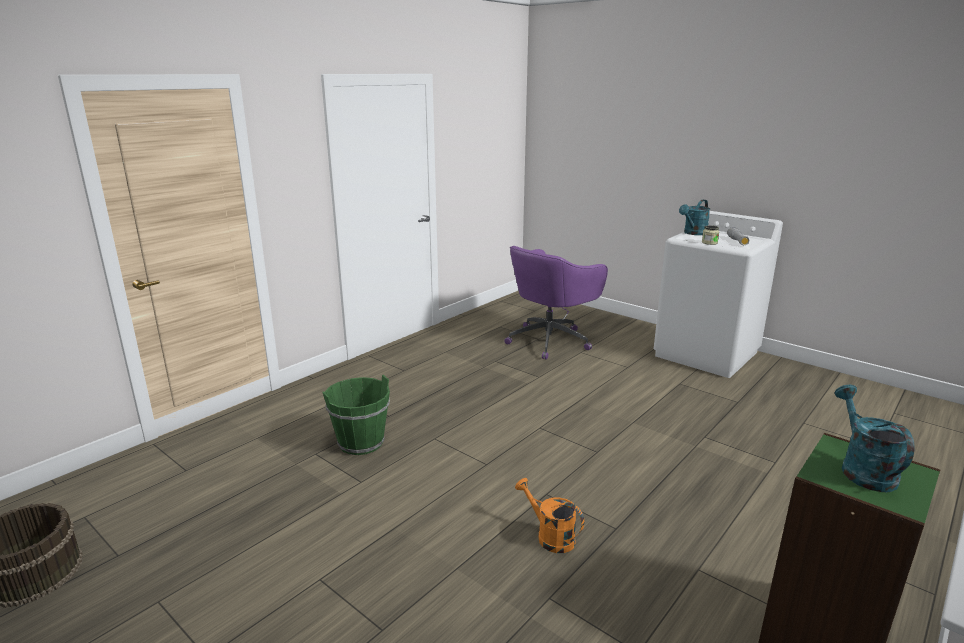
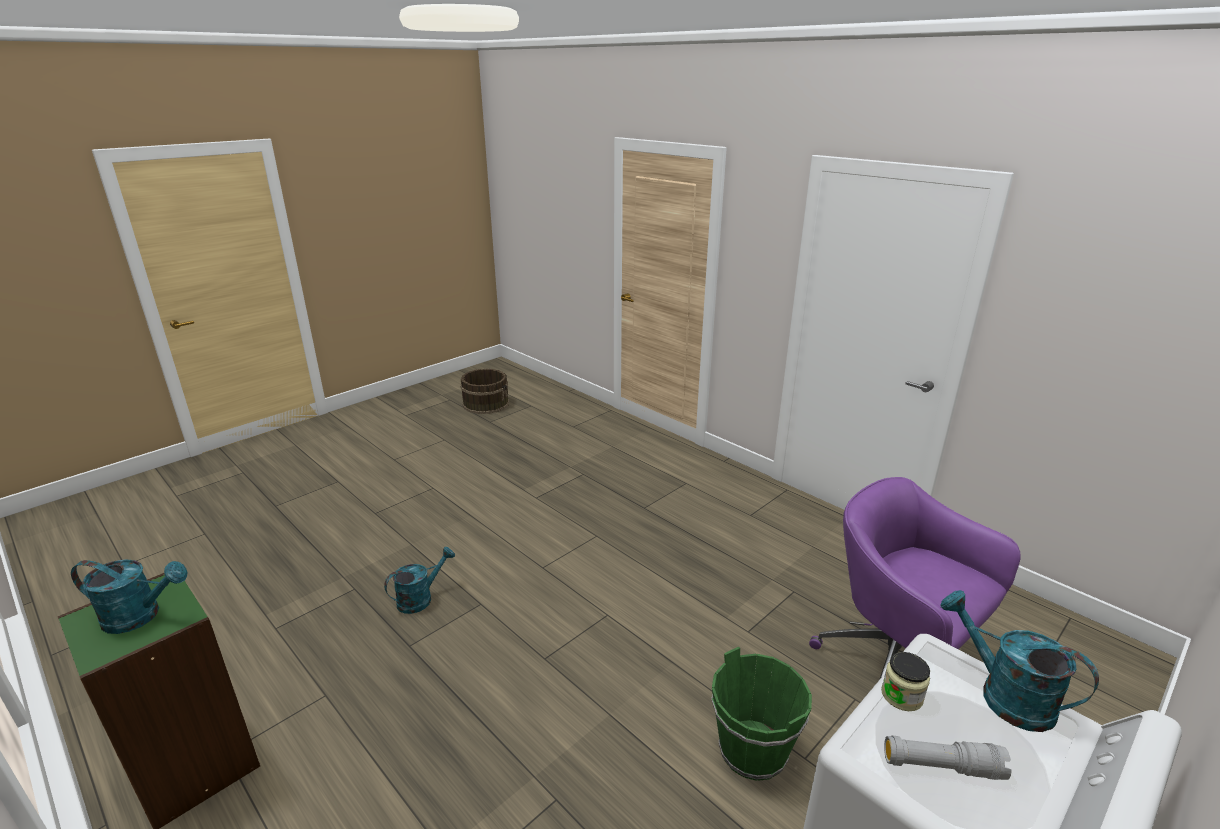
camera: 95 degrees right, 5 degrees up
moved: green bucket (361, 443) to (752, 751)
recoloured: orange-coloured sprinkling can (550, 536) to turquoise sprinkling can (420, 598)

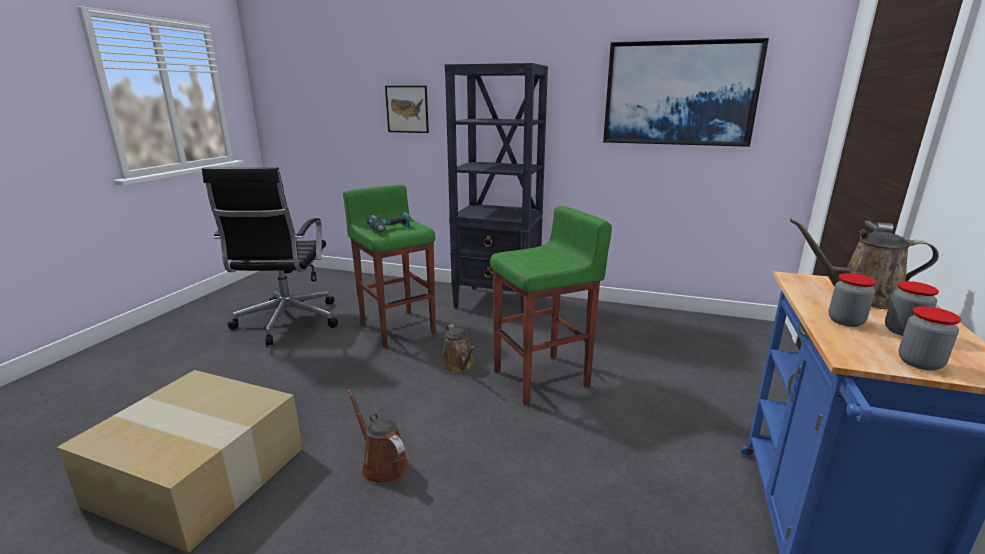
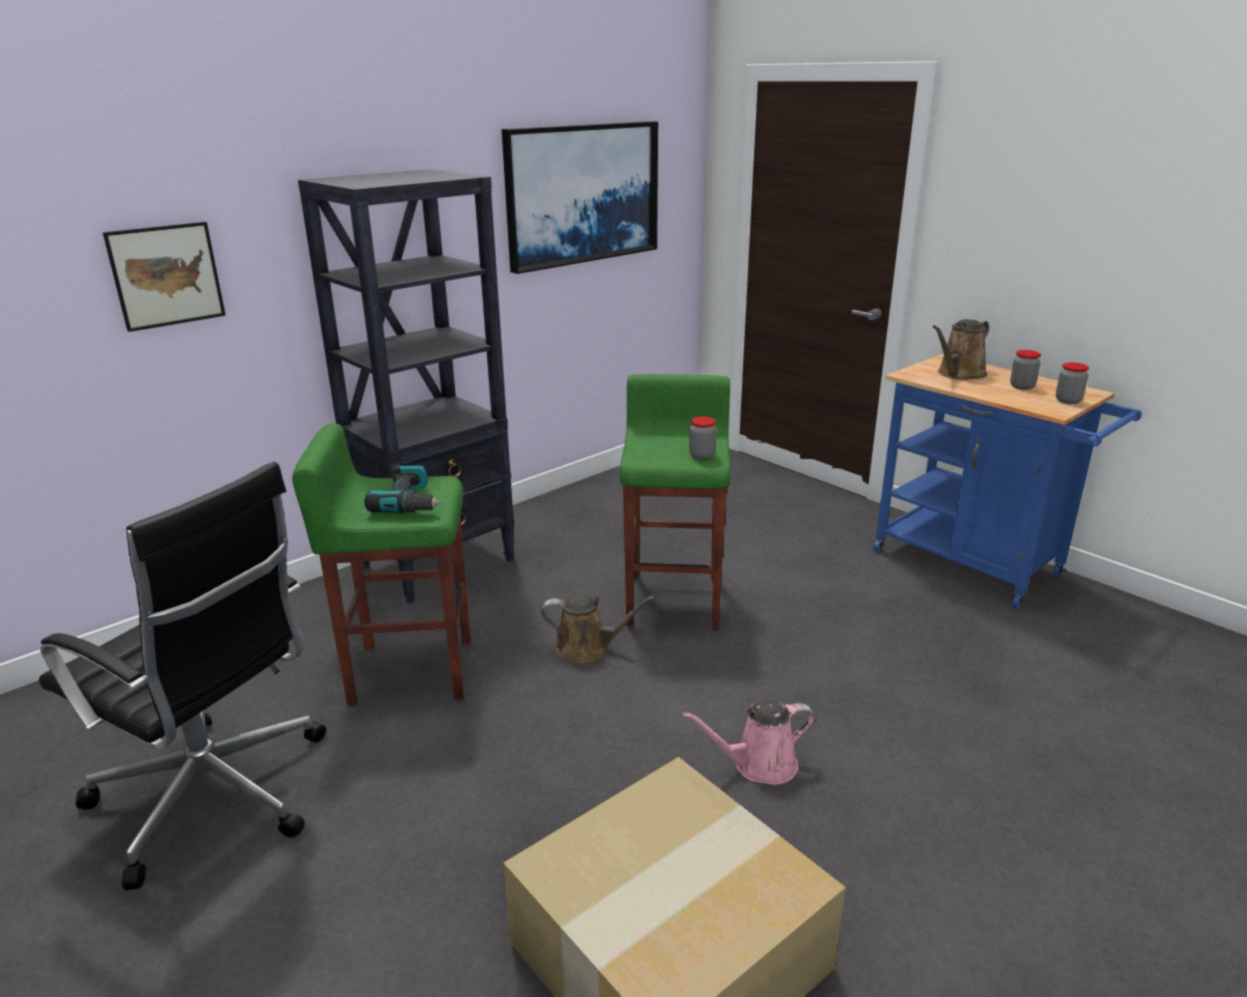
camera: 60 degrees left, 5 degrees up
moved: storage jar (845, 321) to (702, 456)
recoloured: brownish sprinkling can (382, 465) to pink sprinkling can (759, 765)

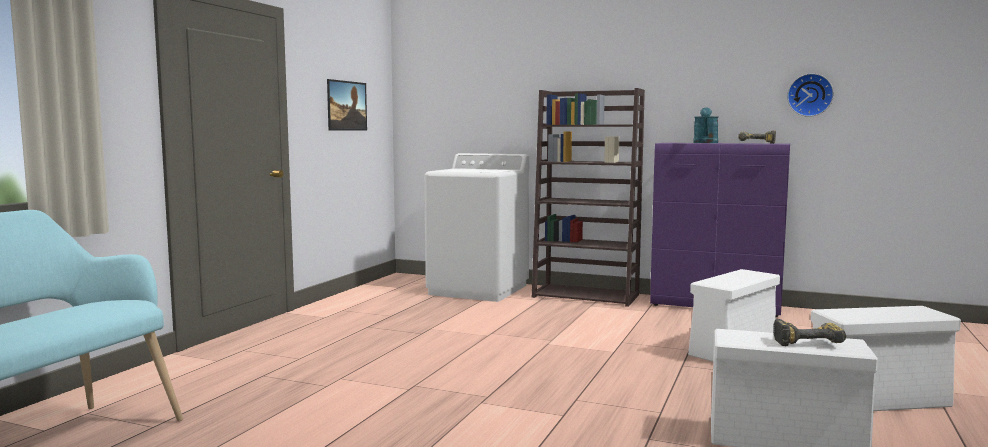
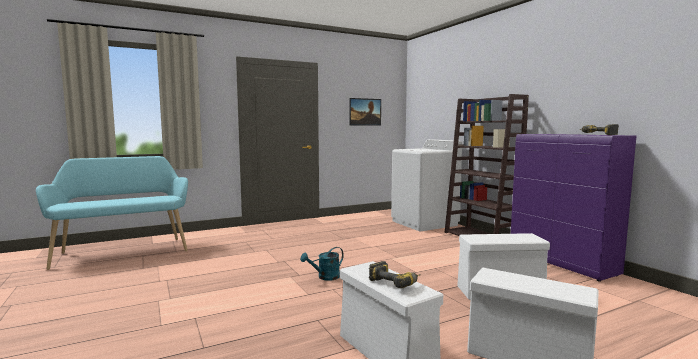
camera: 40 degrees right, 0 degrees up
removed: clock on the wall (810, 95)
moved: turquoise sprinkling can (705, 143) to (325, 277)

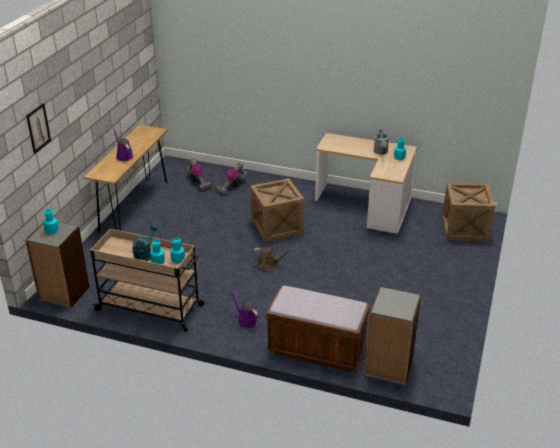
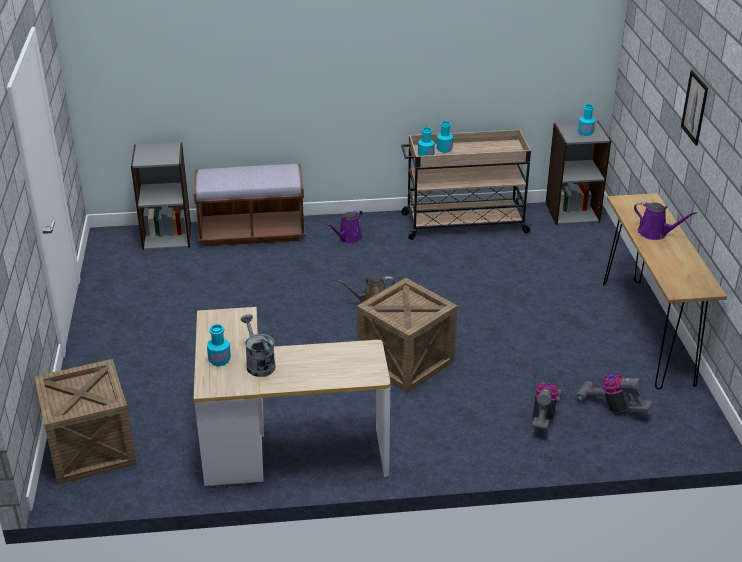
camera: 155 degrees right, 0 degrees up
removed: turquoise sprinkling can (144, 255)
moved: wall art (38, 128) to (694, 107)
turned: purple-coloured sprinkling can (246, 320) = (348, 238) 105 degrees clockwise

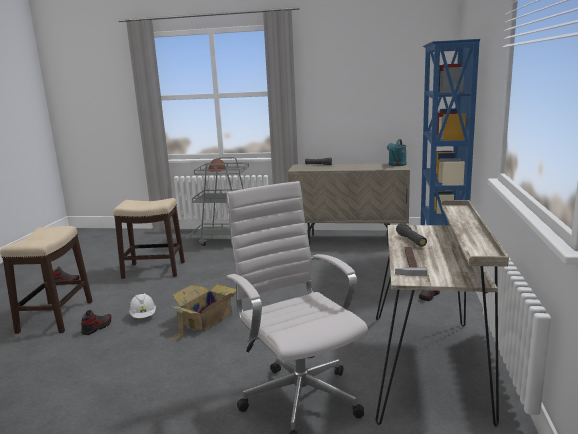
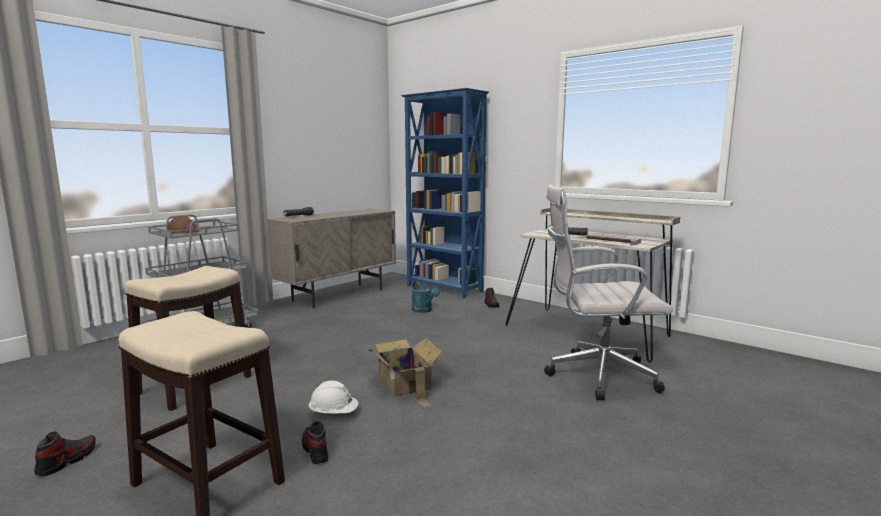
camera: 60 degrees left, 5 degrees down
moved: turquoise sprinkling can (396, 165) to (424, 310)

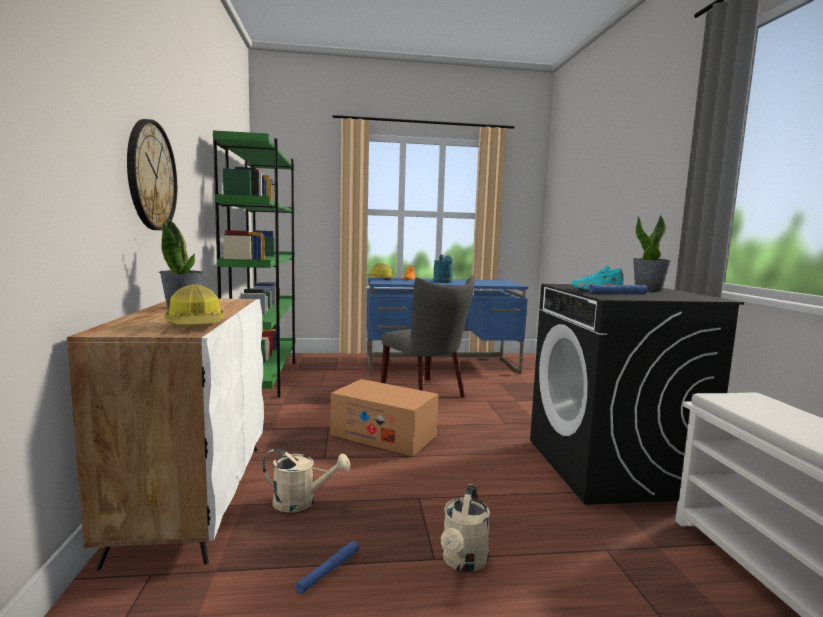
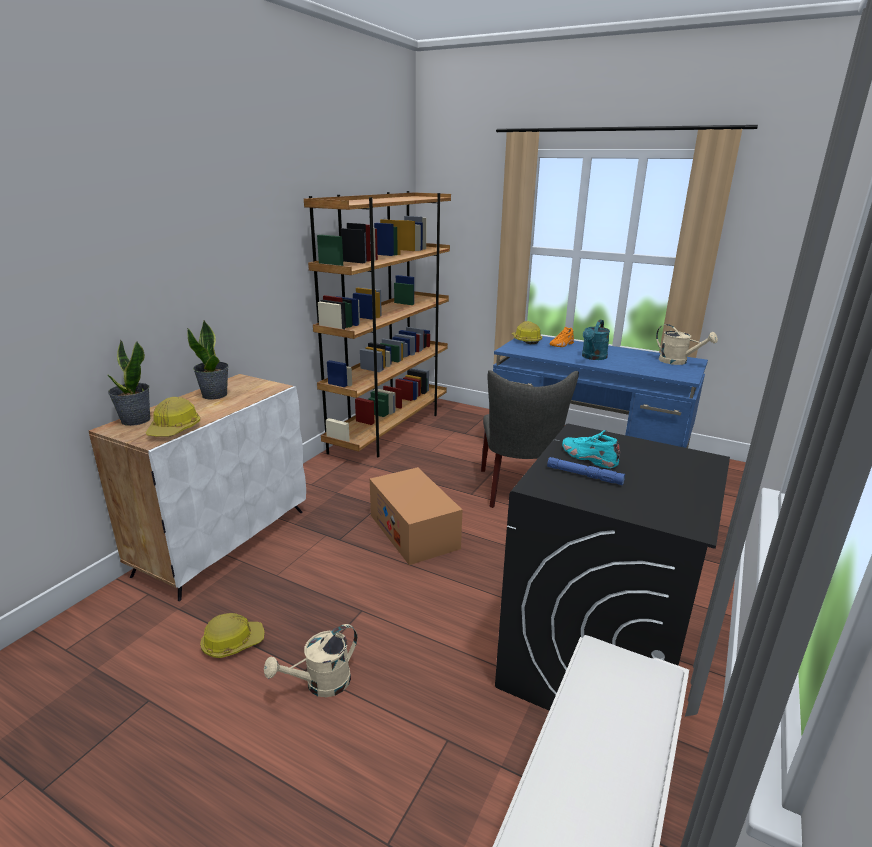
camera: 35 degrees right, 15 degrees up
removed: clock on the wall (151, 176)
moved: beige sprinkling can (301, 502) to (678, 362); houseplant (648, 290) to (135, 420)
replaced: bluish hand torch (328, 571) to hard hat (232, 643)
recoloured: green shelving unit (264, 378) to brownish shelving unit (390, 429)

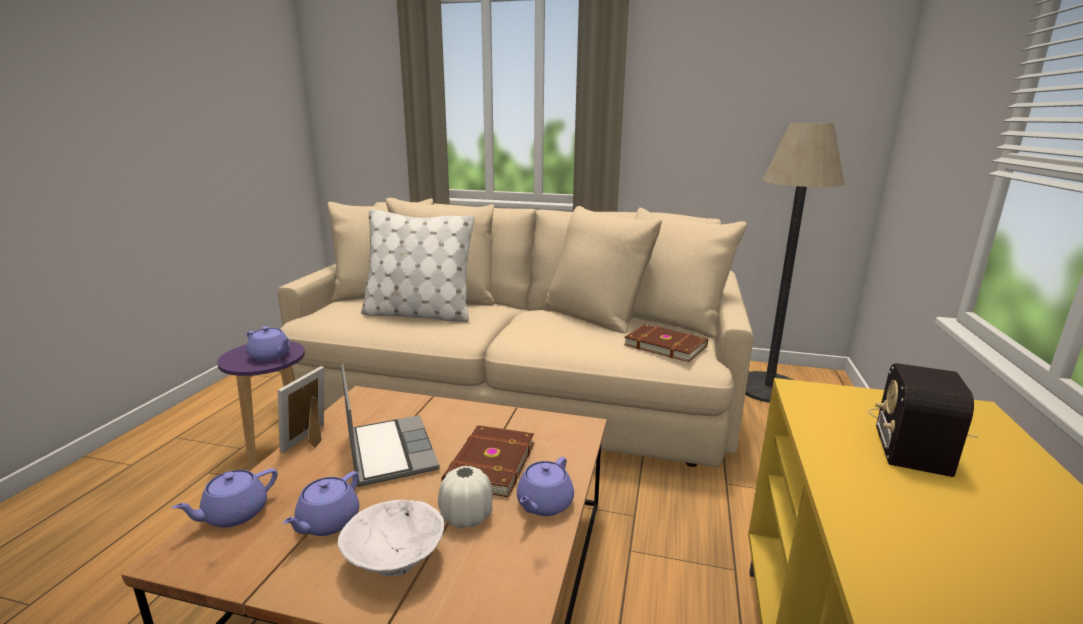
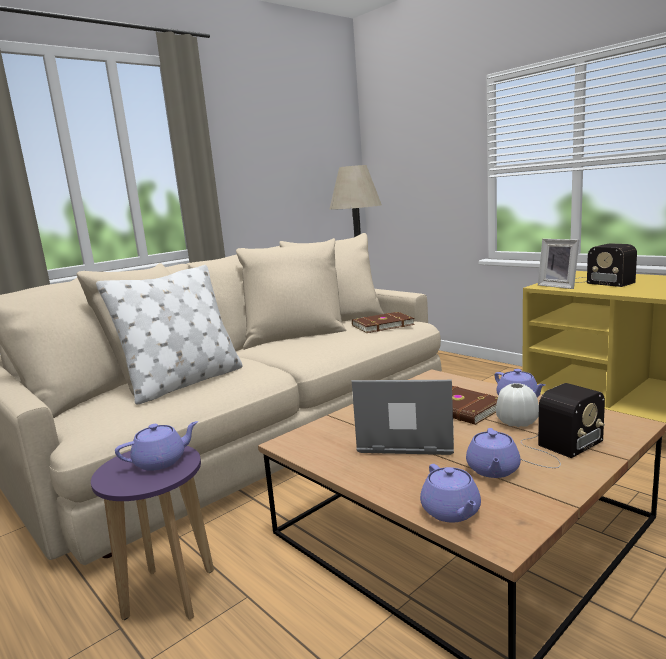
camera: 55 degrees left, 5 degrees down
moved: photo frame (311, 440) to (559, 286)
replaced: white-coloured bowl (396, 560) to radio (554, 448)
turned: purple-coloured pot for tea (327, 522) = (493, 470) 45 degrees clockwise

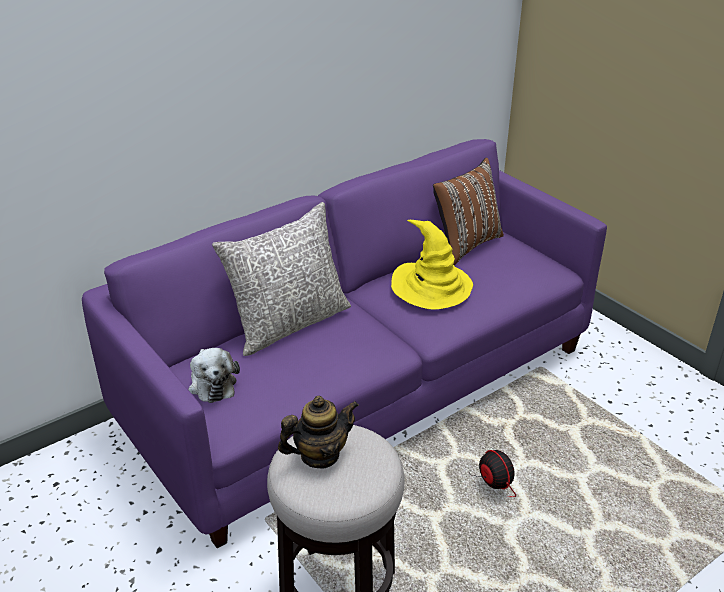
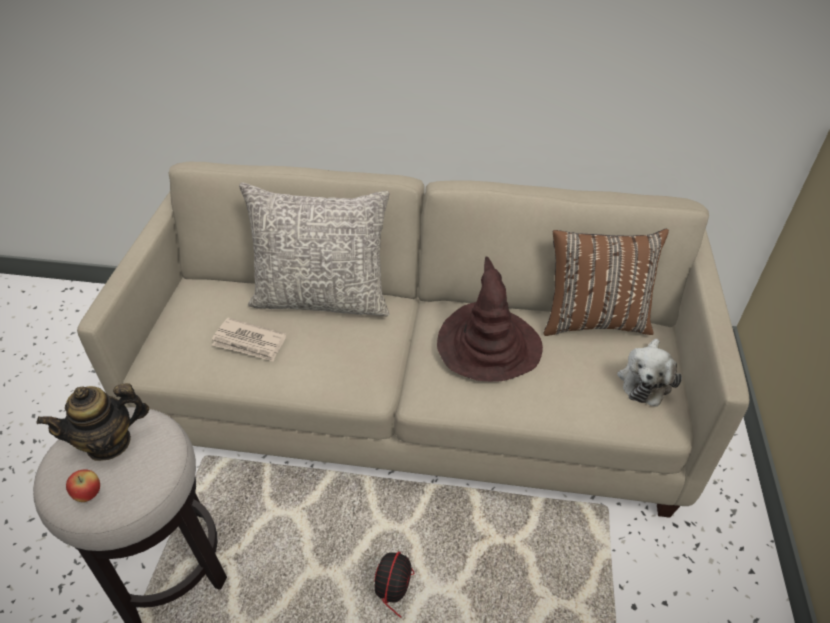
camera: 45 degrees right, 10 degrees up
added: whole apple (89, 494); newspaper (249, 342)
moved: soft toy (212, 383) to (645, 379)
recoloured: purple-coloured settee (362, 385) to beige settee (416, 397); yellowish clothing hat (432, 287) to brownish clothing hat (488, 345)
turned: pot for tea (319, 455) = (109, 443) 135 degrees clockwise

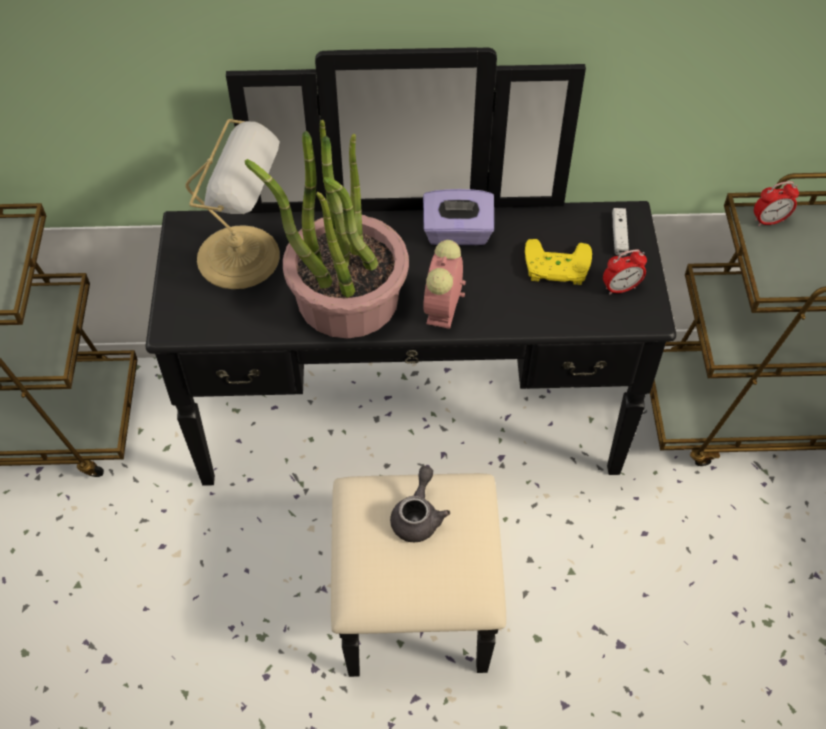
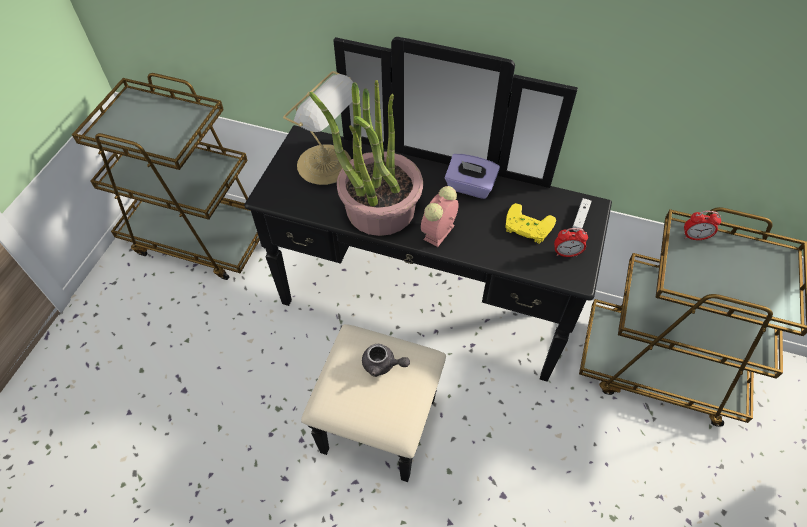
camera: 20 degrees right, 0 degrees up
turned: grey pot for tea (418, 516) = (383, 365) 75 degrees clockwise

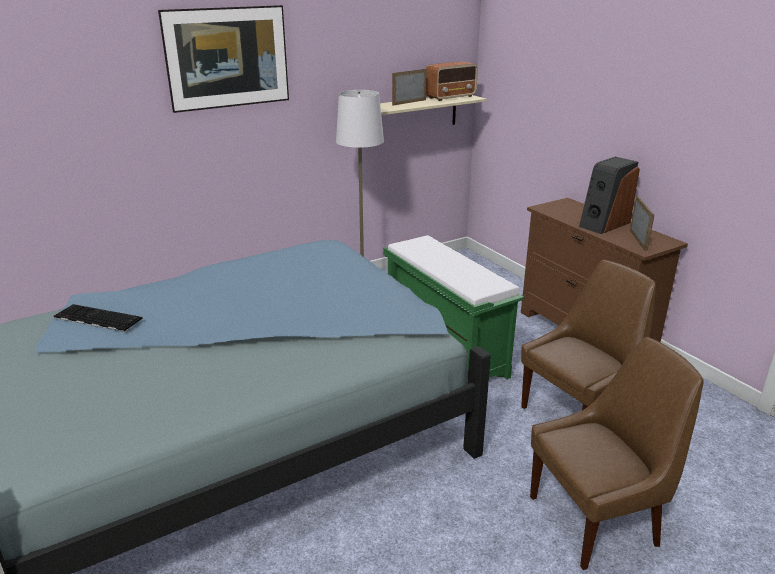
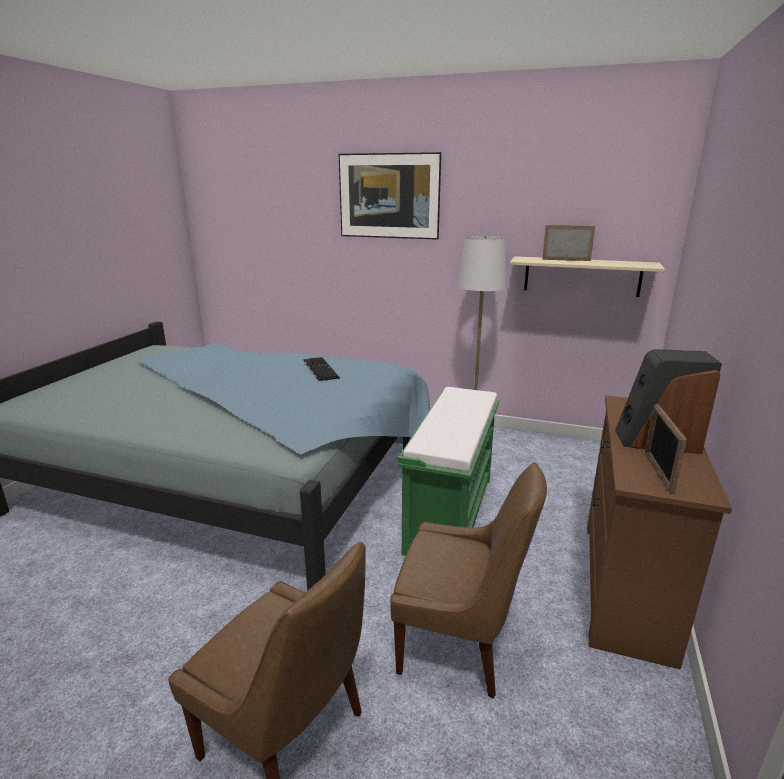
camera: 50 degrees right, 5 degrees down
removed: radio (451, 97)
moved: computer keyboard (96, 318) to (319, 369)
turned: photo frame (638, 240) = (658, 472) 135 degrees clockwise

